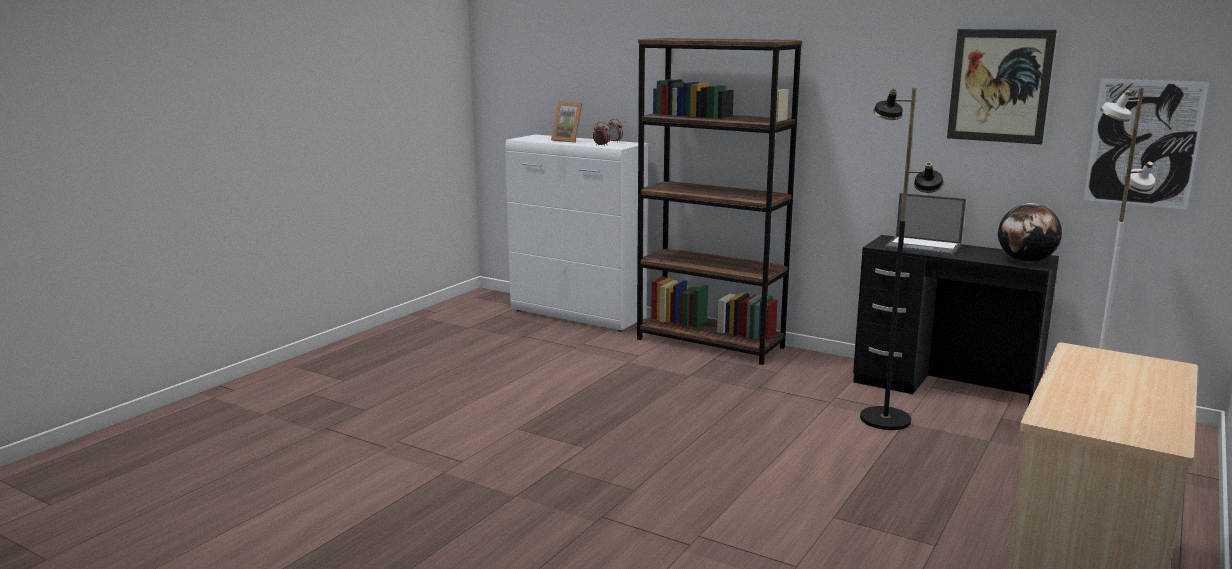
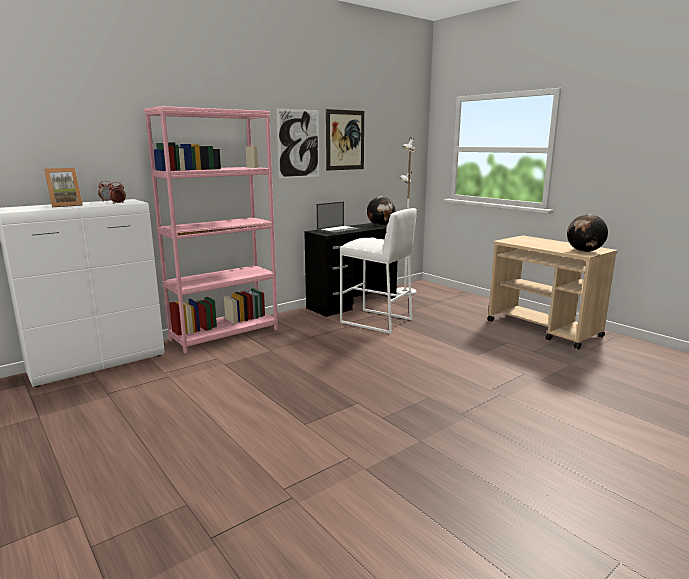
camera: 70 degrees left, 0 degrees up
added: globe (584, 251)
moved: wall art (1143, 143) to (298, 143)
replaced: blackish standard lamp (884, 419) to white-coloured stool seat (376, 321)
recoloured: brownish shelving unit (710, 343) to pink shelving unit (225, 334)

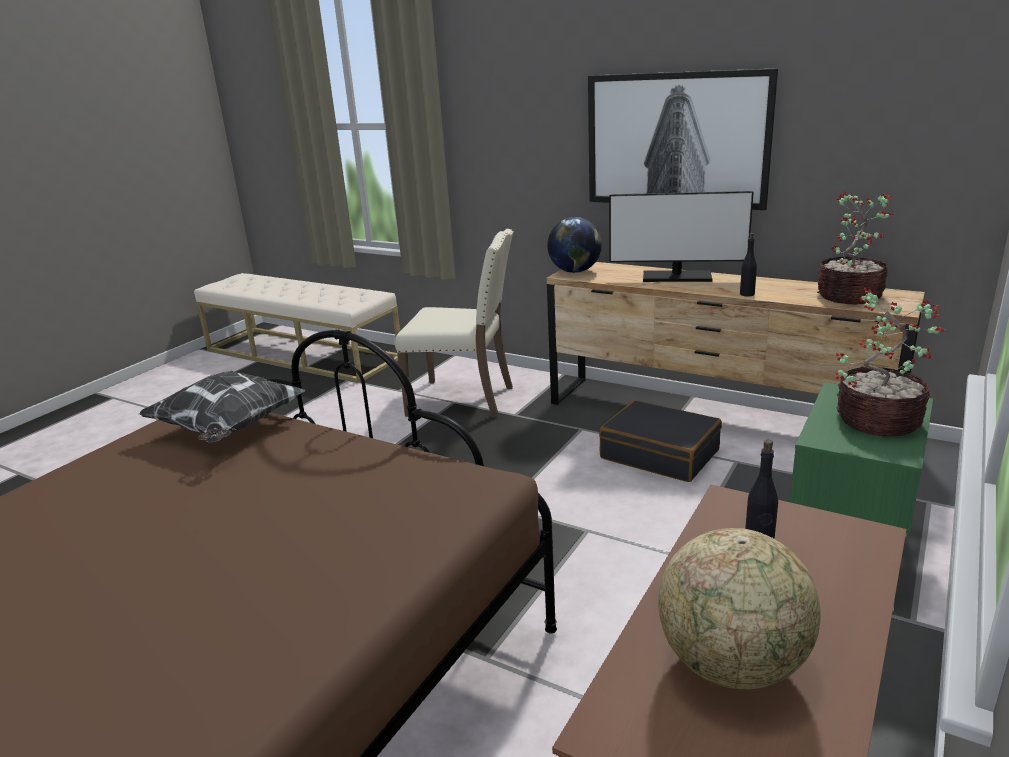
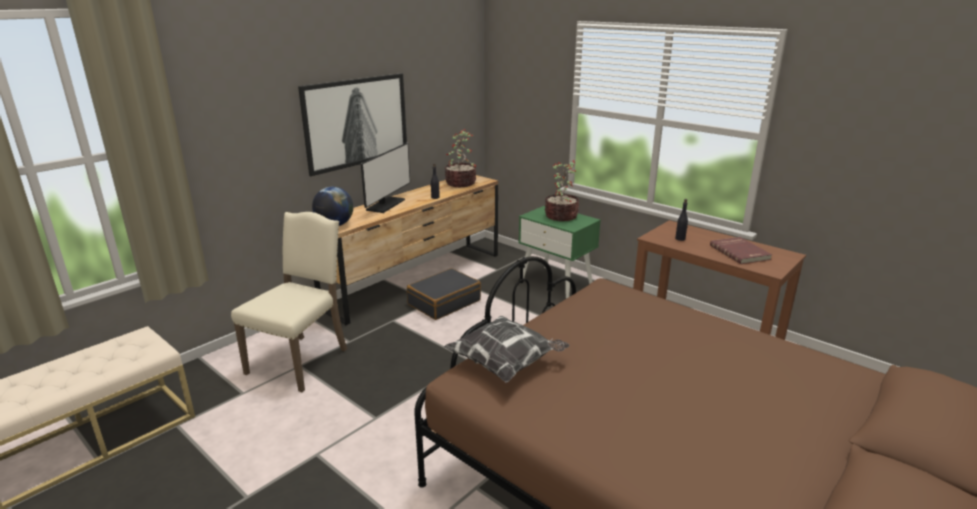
camera: 80 degrees left, 0 degrees up
replaced: globe (733, 665) to red-coloured volume (740, 252)

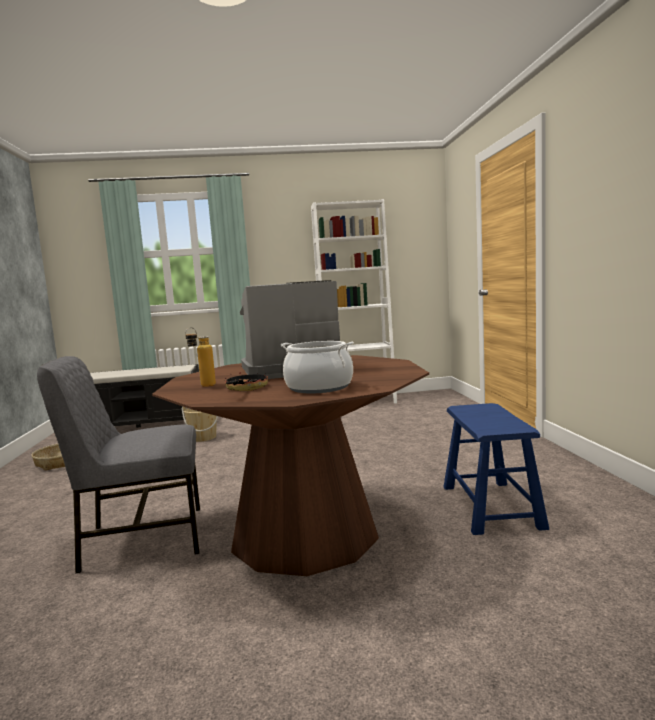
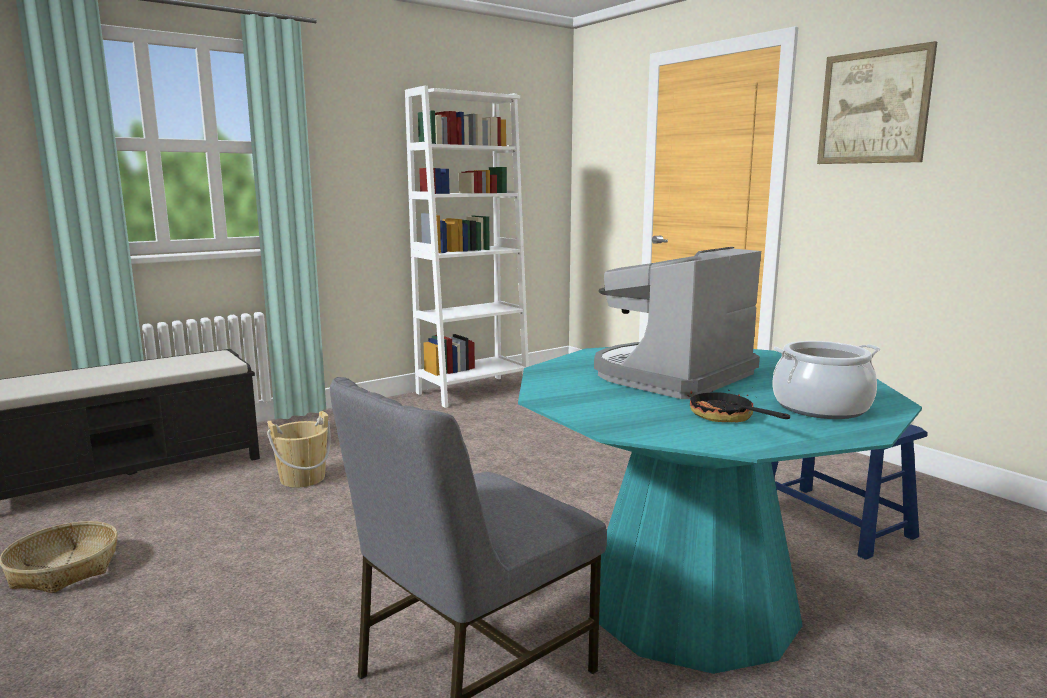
camera: 30 degrees left, 5 degrees up
removed: bottle (203, 386)
added: wall art (873, 107)
recoloured: brownish dinner table (304, 533) to turquoise dinner table (690, 603)

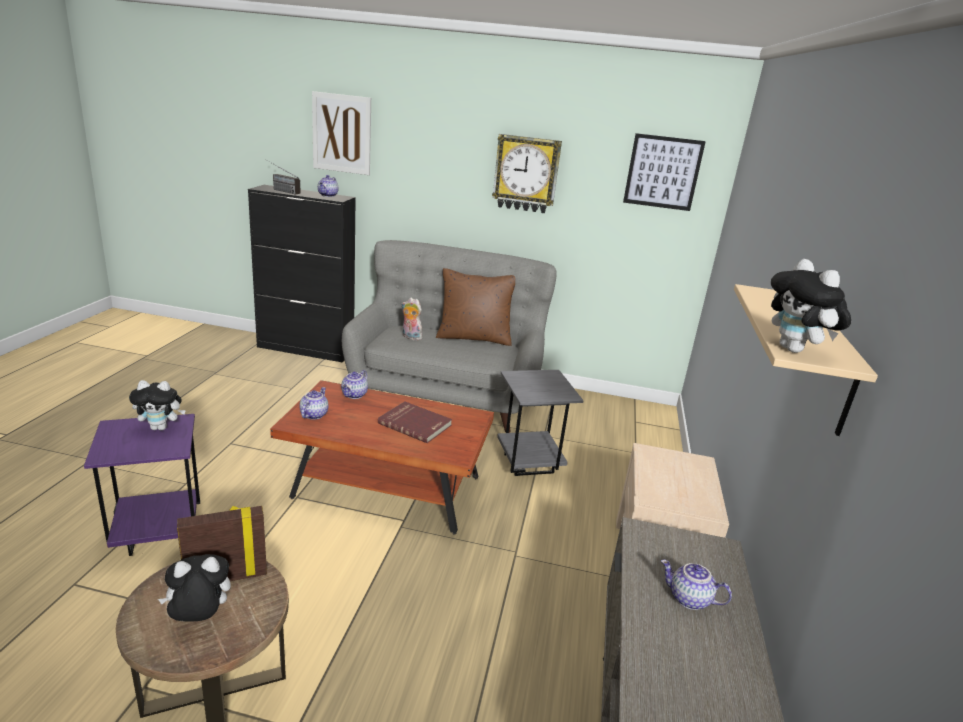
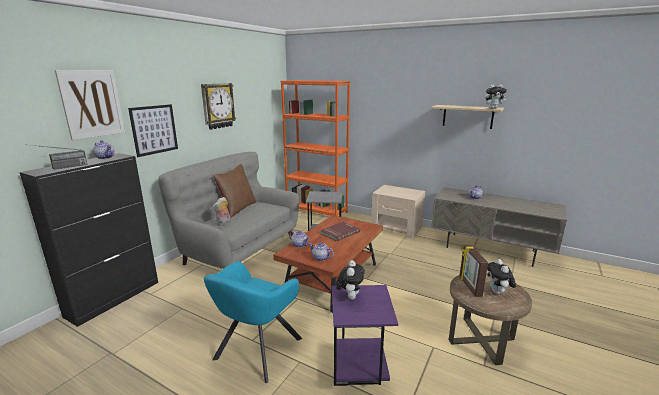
camera: 70 degrees left, 5 degrees down
added: turquoise lounge chair (256, 351); orange-coloured shelving unit (316, 211)
moved: wall art (663, 172) to (154, 129)

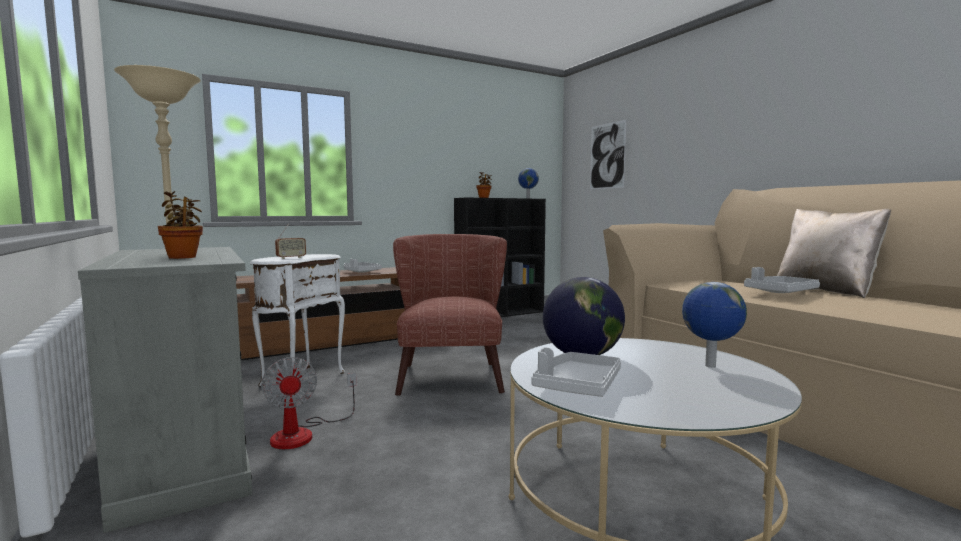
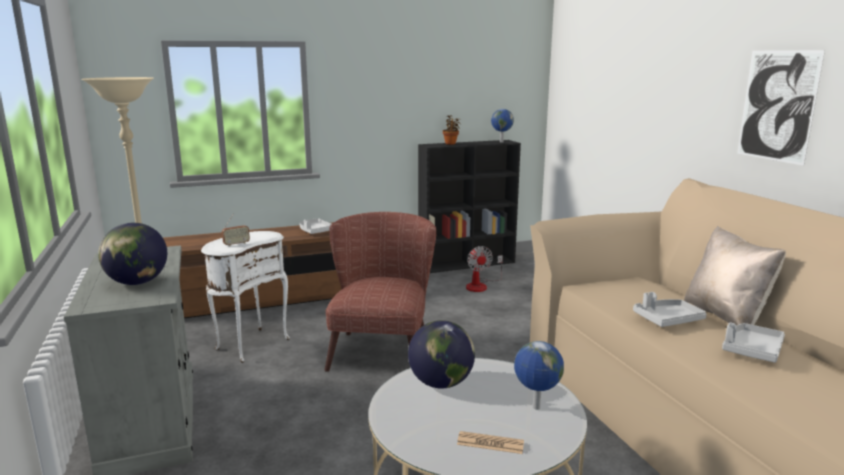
camera: 10 degrees right, 10 degrees up
added: newspaper (490, 443)
moved: electric fan (304, 433) to (480, 285); grey carrying tray (577, 386) to (752, 350); wall art (607, 156) to (777, 106)
replaced: houseplant (183, 257) to globe (137, 282)

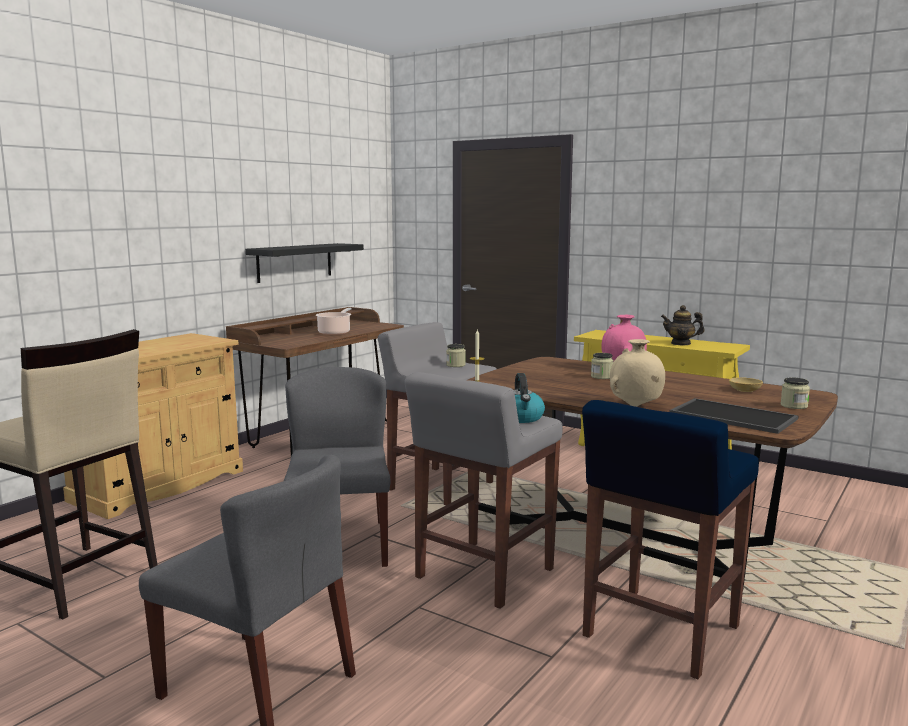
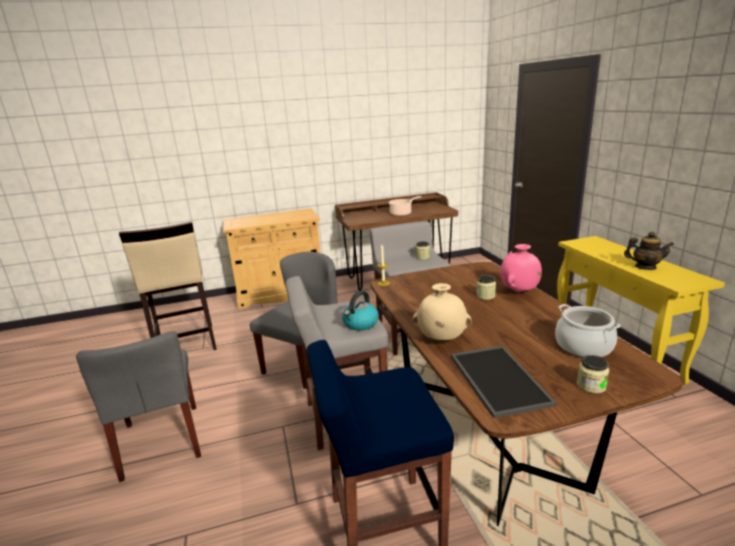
camera: 40 degrees right, 10 degrees up
removed: blackish shelf (295, 262)
replaced: beige bowl (744, 390) to stockpot (583, 347)
turned: pot for tea (681, 343) = (645, 267) 150 degrees clockwise

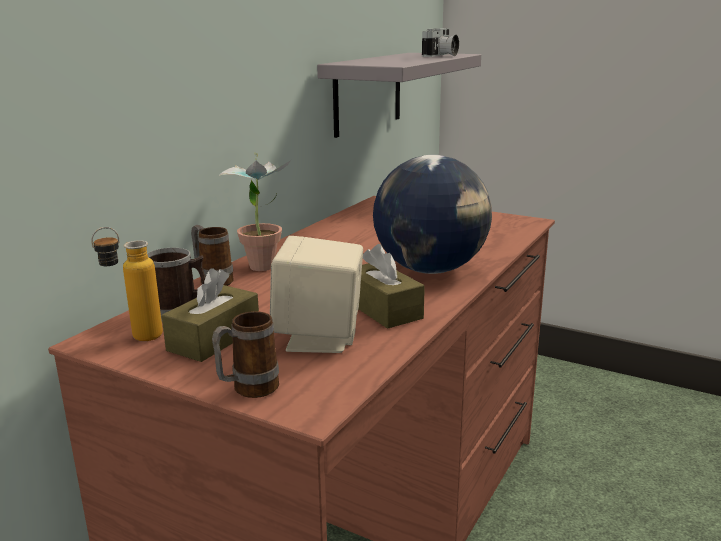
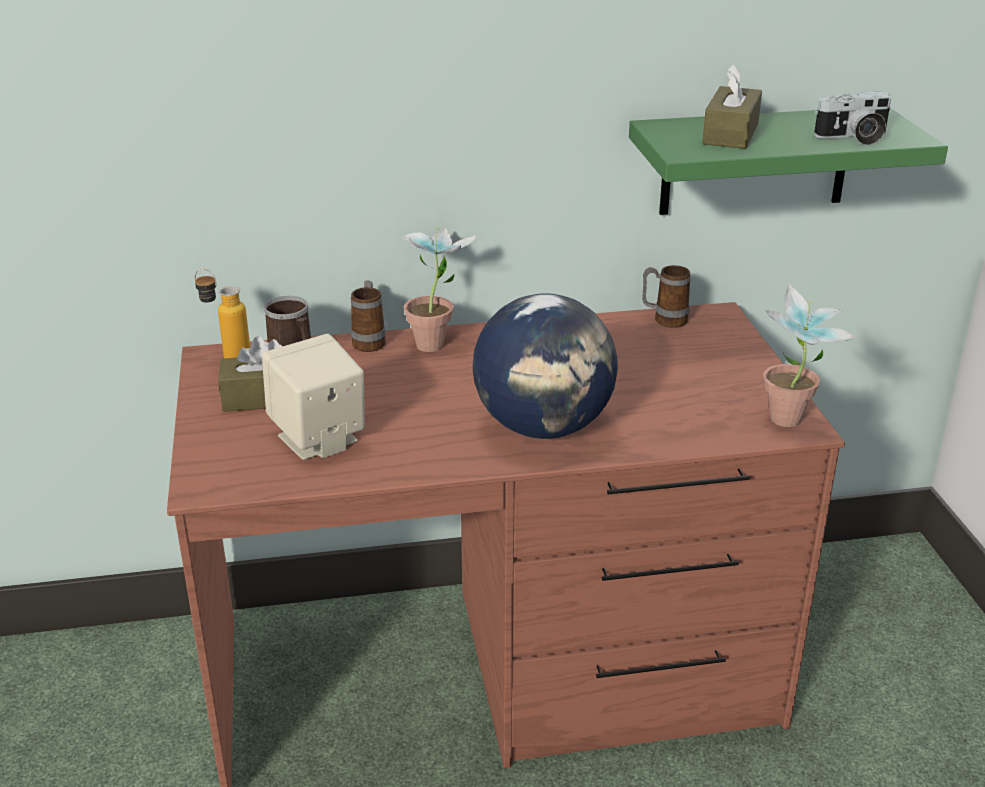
camera: 50 degrees right, 10 degrees up
added: houseplant (790, 425)
moved: coffee mug (248, 390) to (664, 320); brownish tissue box (383, 309) to (730, 134)
recoloured: grey shelf (368, 93) to green shelf (755, 161)

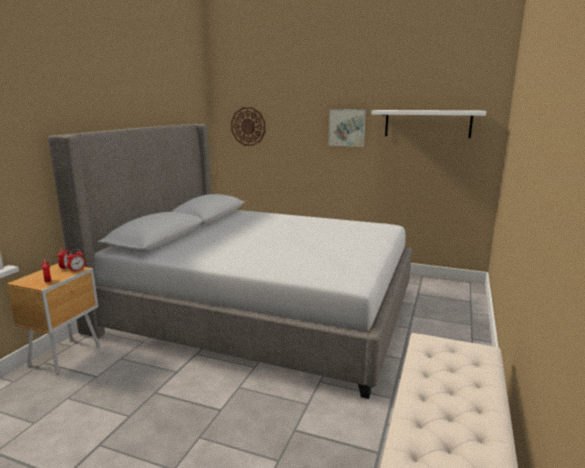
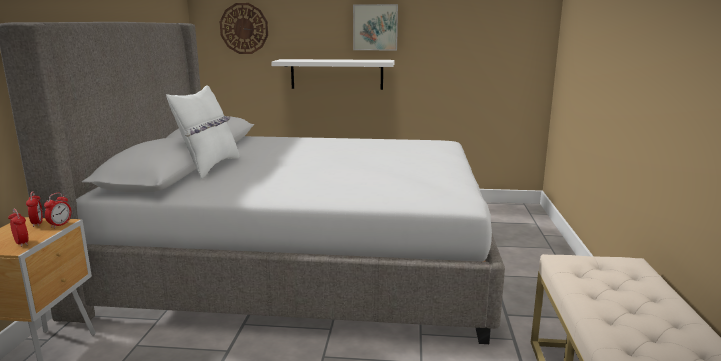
camera: 15 degrees left, 0 degrees up
added: white-coloured pillow (209, 167)
moved: white-coloured shelf (427, 123) to (336, 74)

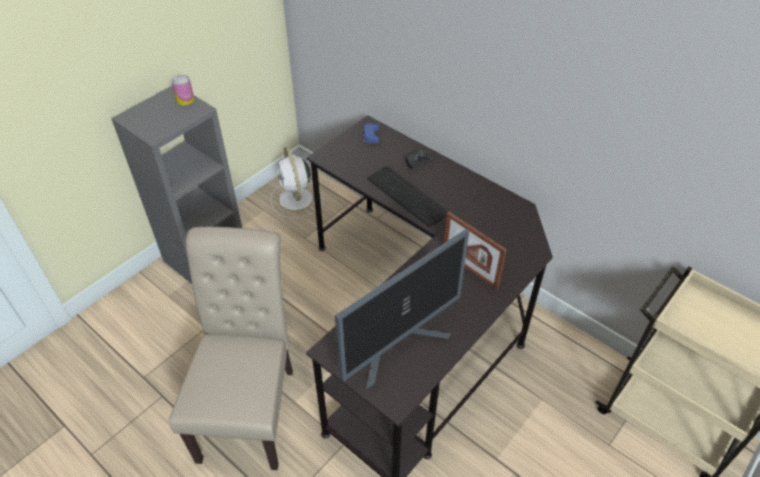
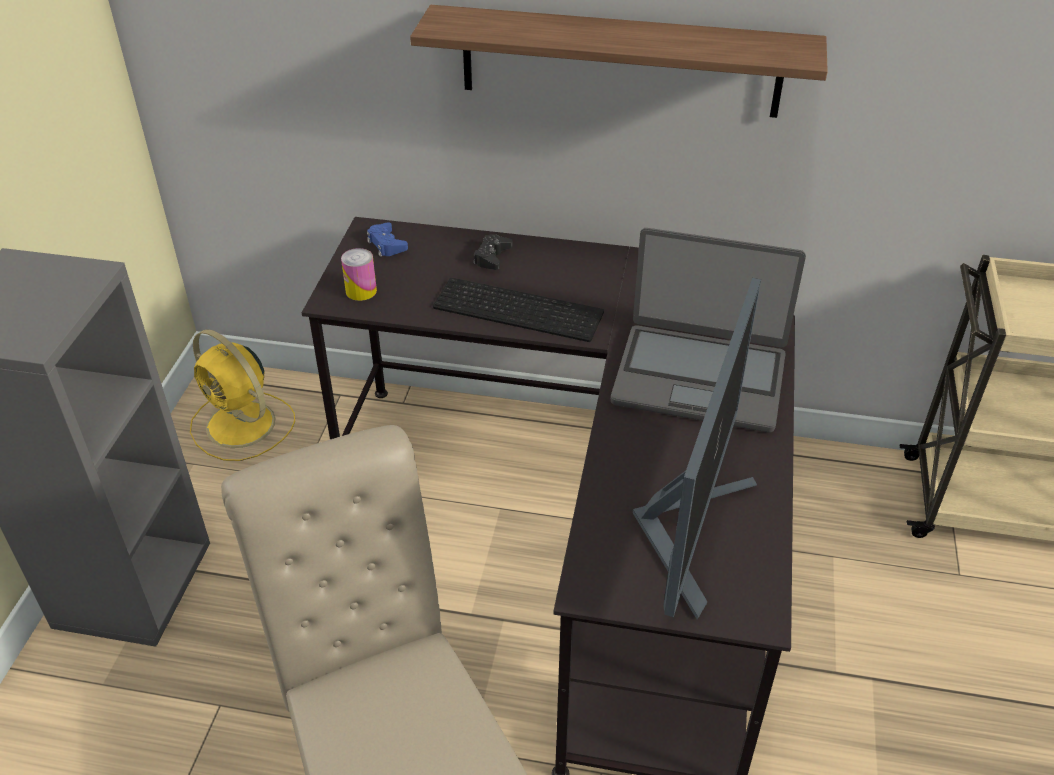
camera: 30 degrees left, 5 degrees down
added: shelf (620, 61)
moved: sealed can (185, 100) to (361, 291)
replaced: photo frame (469, 269) to laptop (699, 377)
recoloured: white-coloured electric fan (296, 200) to yellowish electric fan (243, 426)

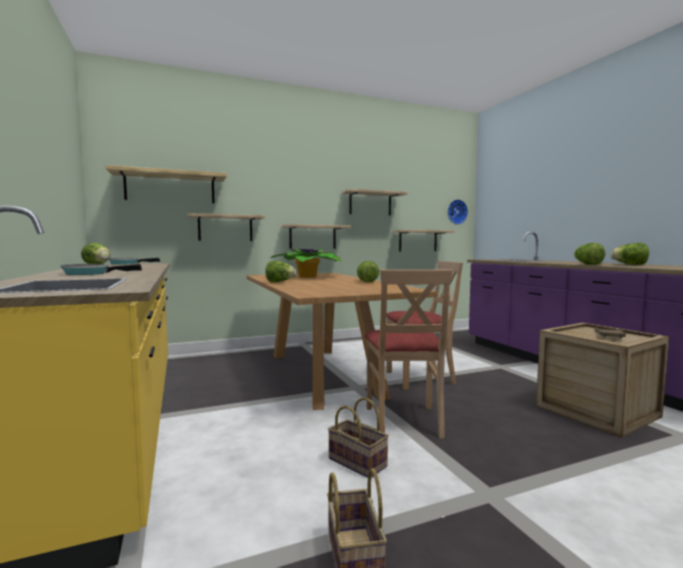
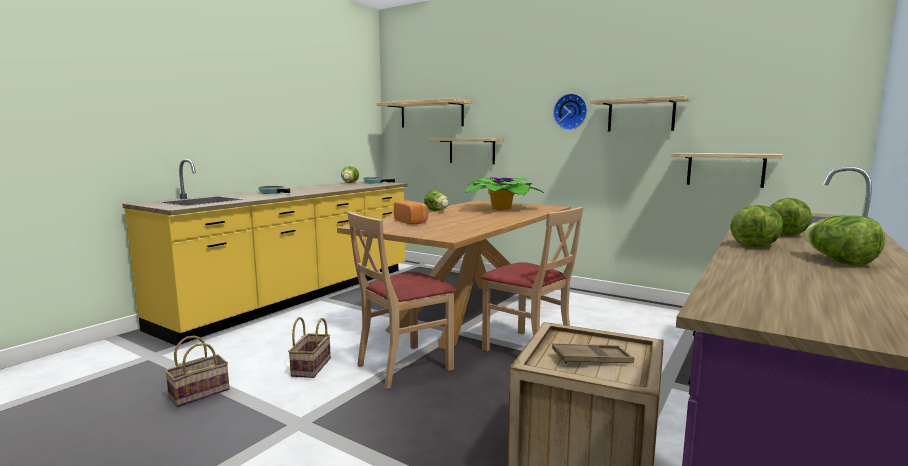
camera: 55 degrees right, 5 degrees up
removed: shelf (312, 237)
added: bread (412, 221)
moved: head of lettuce (366, 281) to (786, 234); clock on the wall (456, 212) to (571, 111)

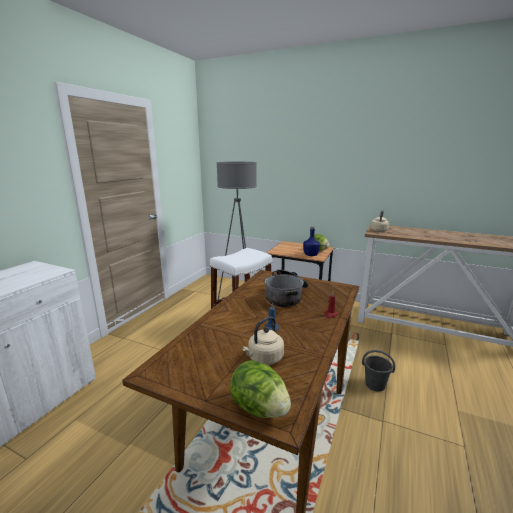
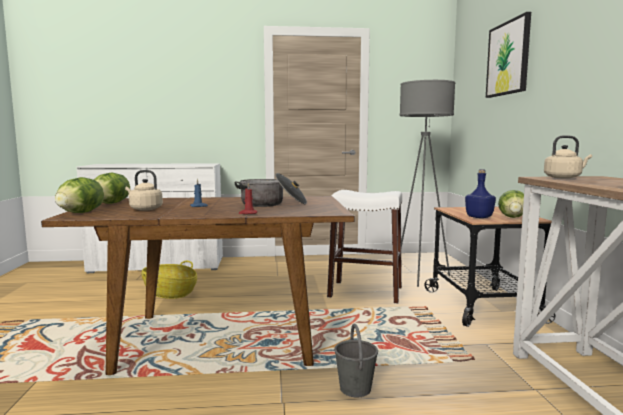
camera: 60 degrees right, 10 degrees down
added: head of lettuce (110, 203); household basket (169, 292); wall art (508, 58)

